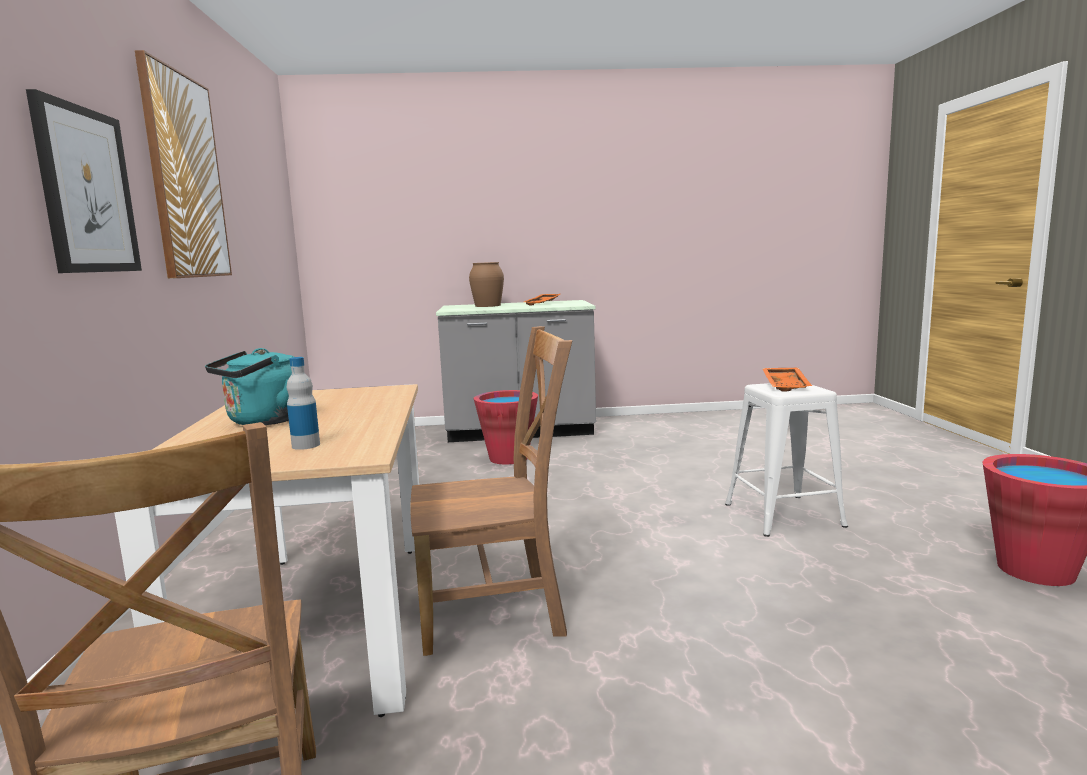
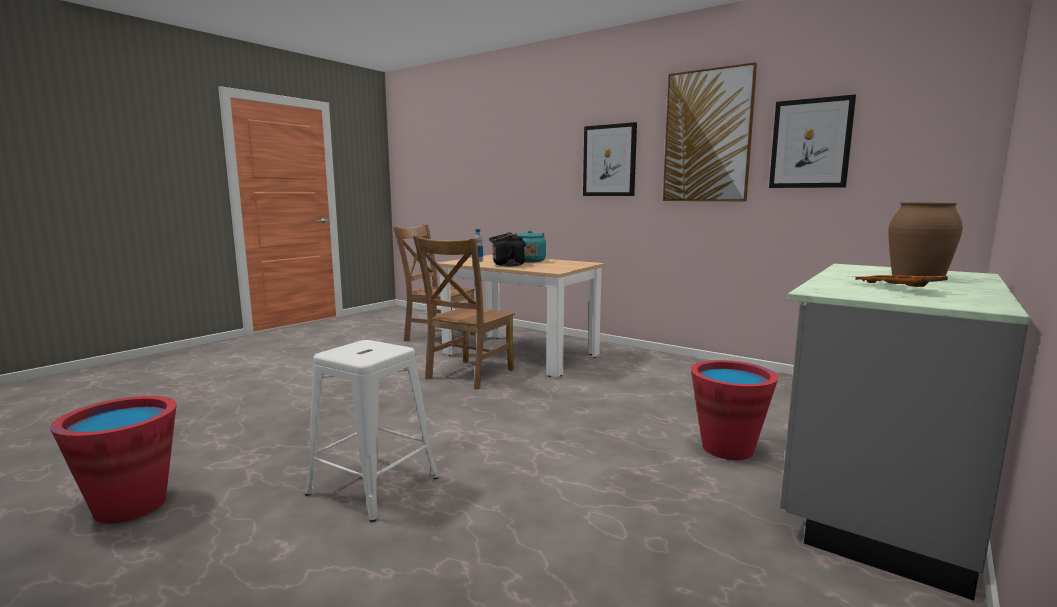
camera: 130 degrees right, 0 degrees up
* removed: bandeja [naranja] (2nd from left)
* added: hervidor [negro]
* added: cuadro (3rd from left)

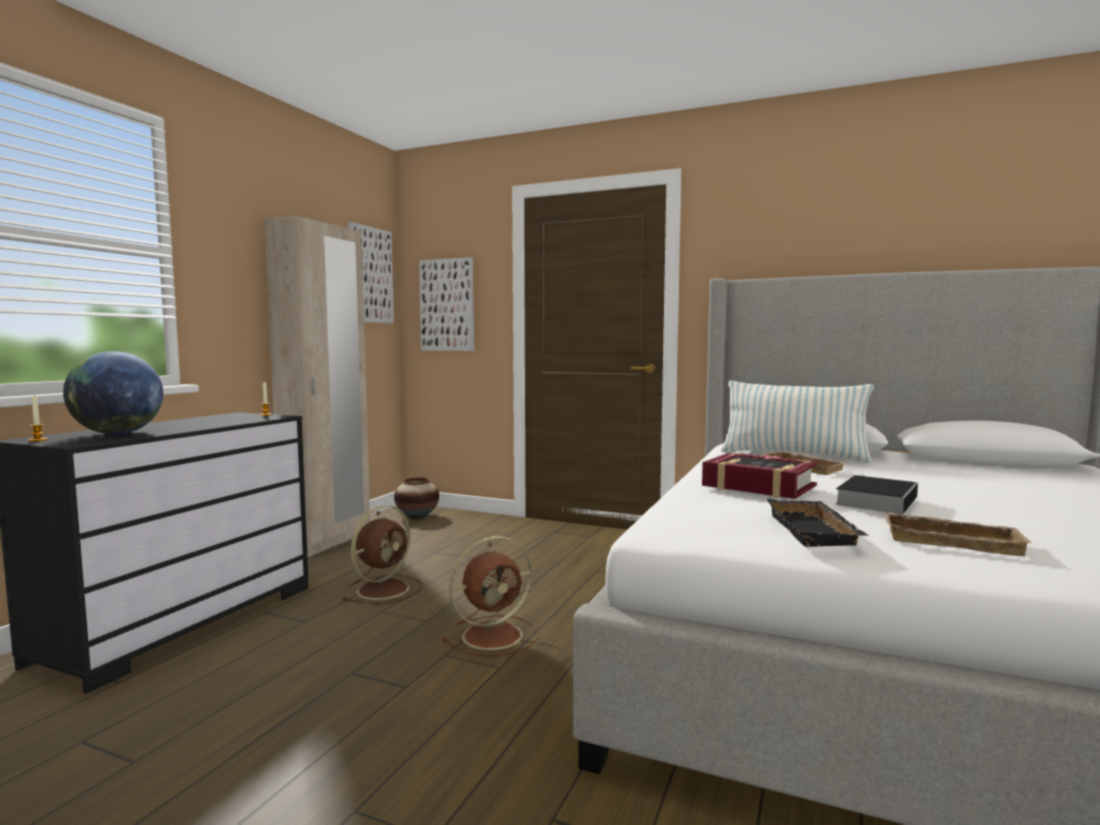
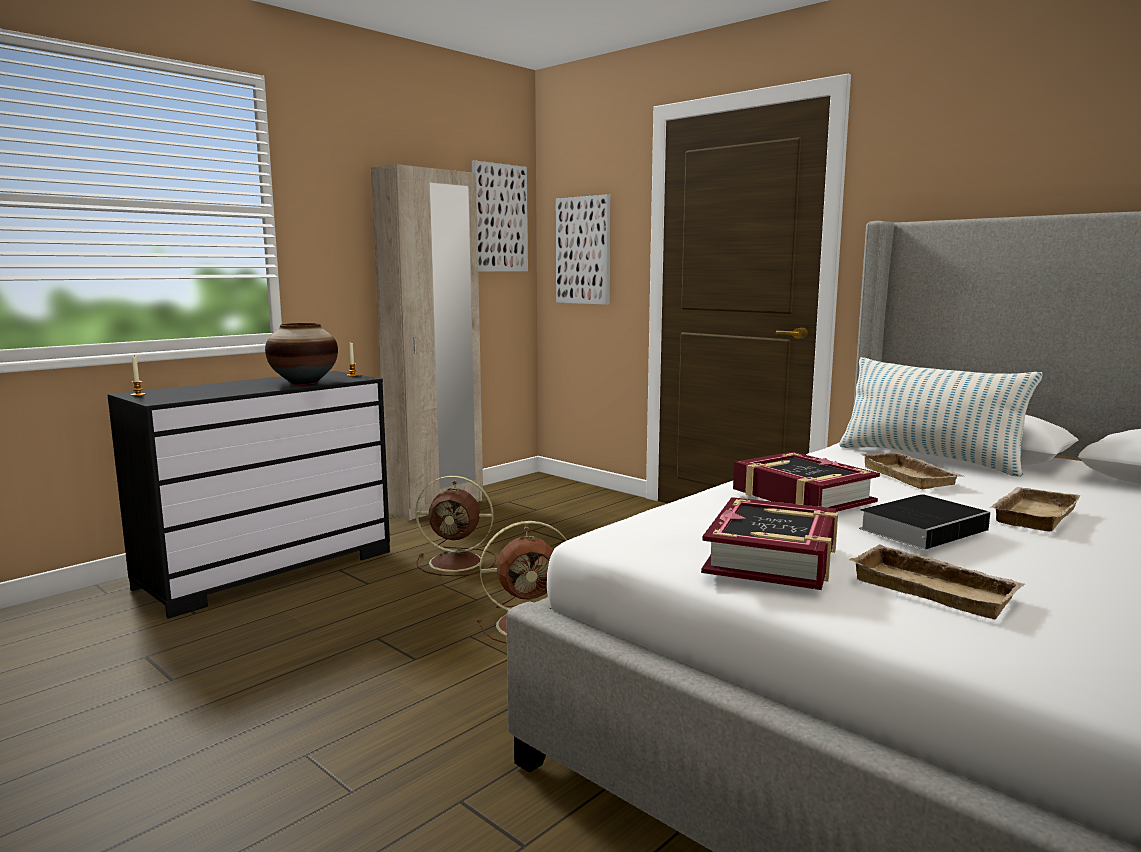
camera: 20 degrees right, 5 degrees up
* removed: globo terráqueo
* turned: ventilador [marrón] (1st from left) 45 degrees clockwise
* moved: florero
* replaced: bandeja [negro] to libro (1st from left)
* added: bandeja [beis] (3rd from left)

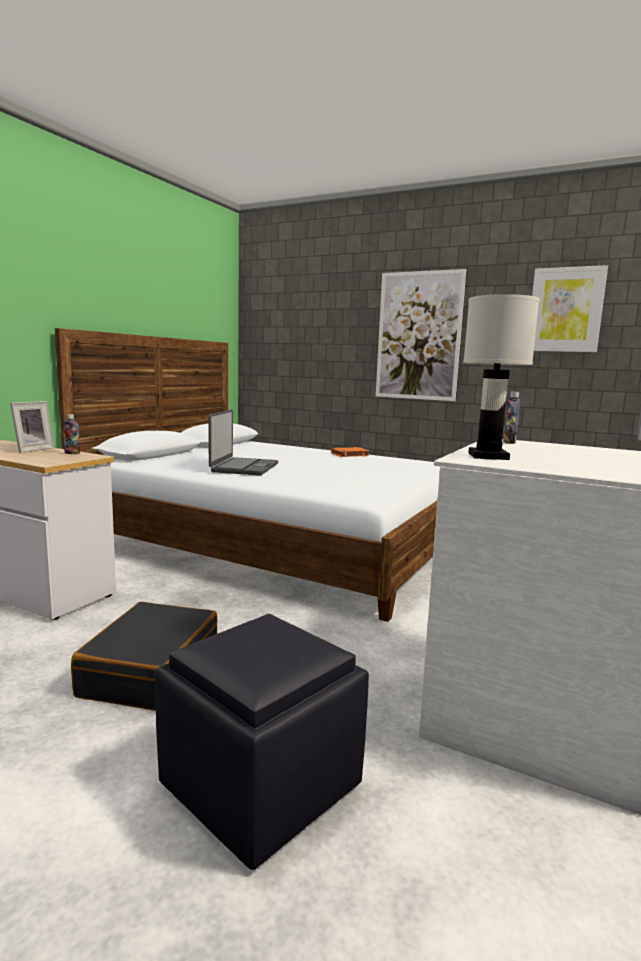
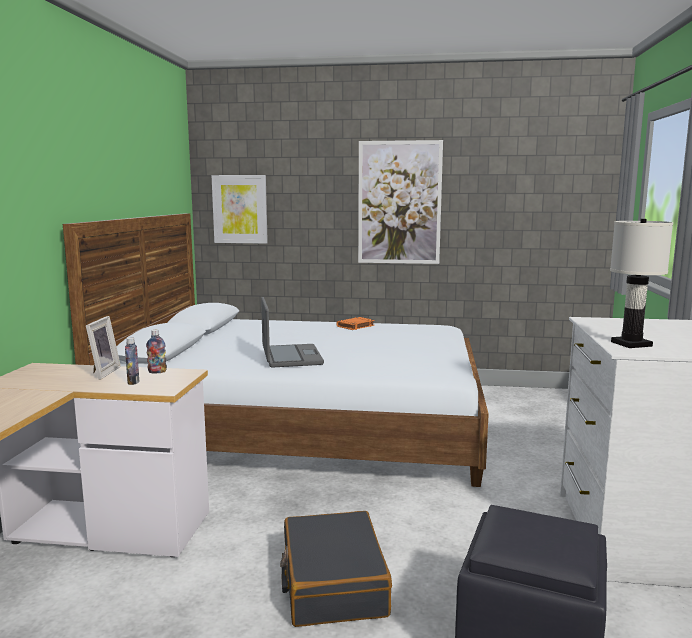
camera: 20 degrees left, 0 degrees up
* moved: botella (2nd from left in the first image) to botella (1st from left)
* moved: cuadro (2nd from left in the first image) to cuadro (1st from left)

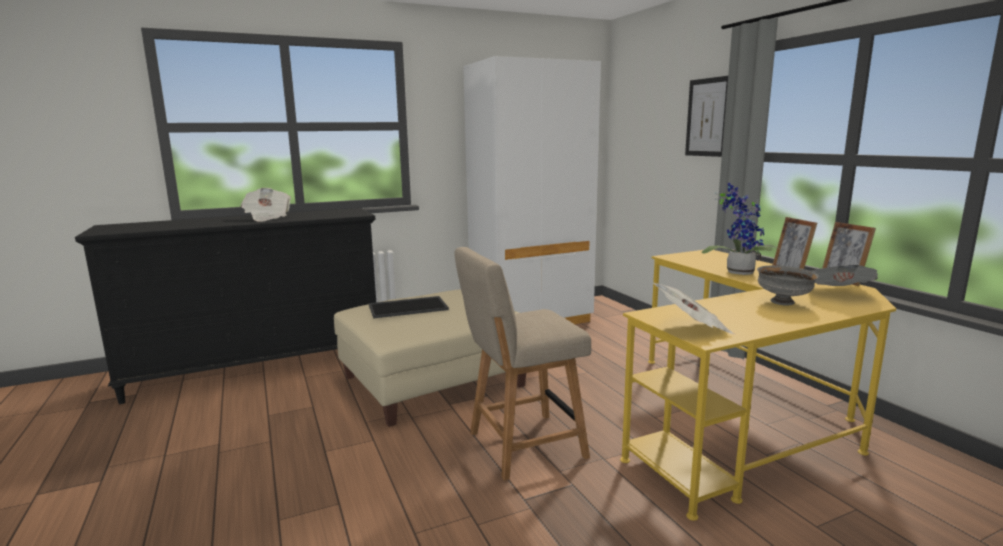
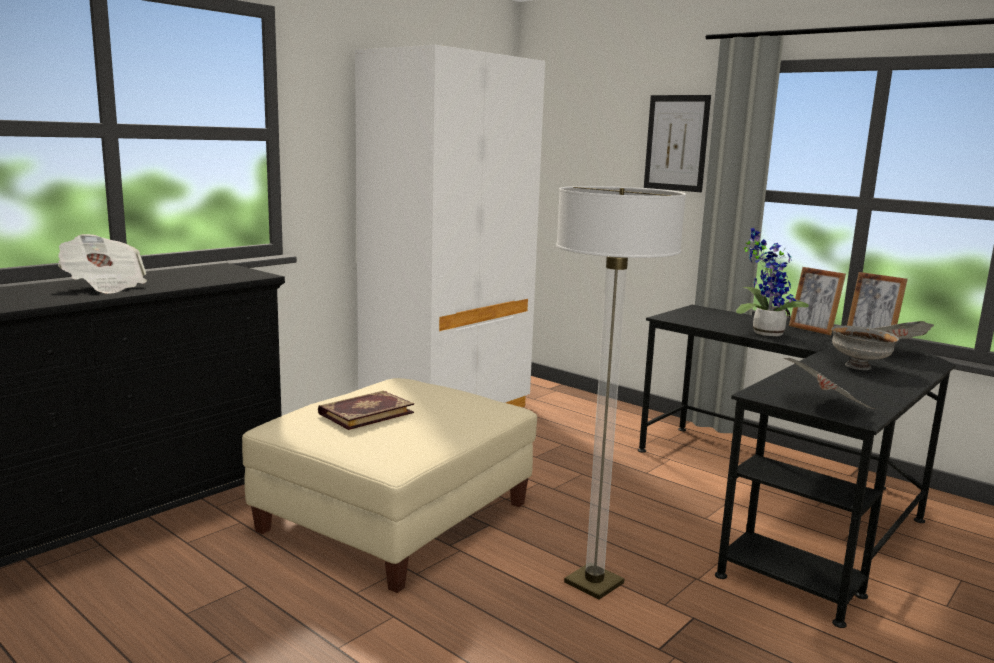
camera: 25 degrees left, 0 degrees up
* replaced: bandeja to libro
* replaced: silla [beis] to lámpara de pie
* recoloured: escritorio [amarillo] to escritorio [negro]

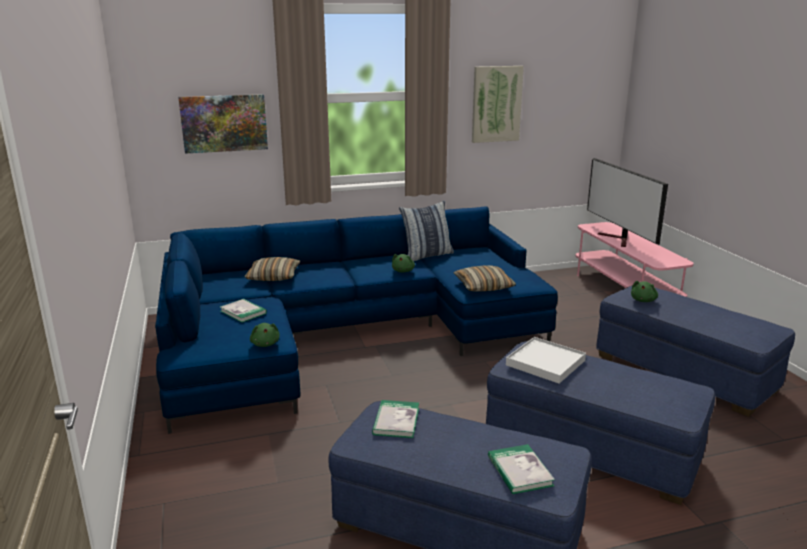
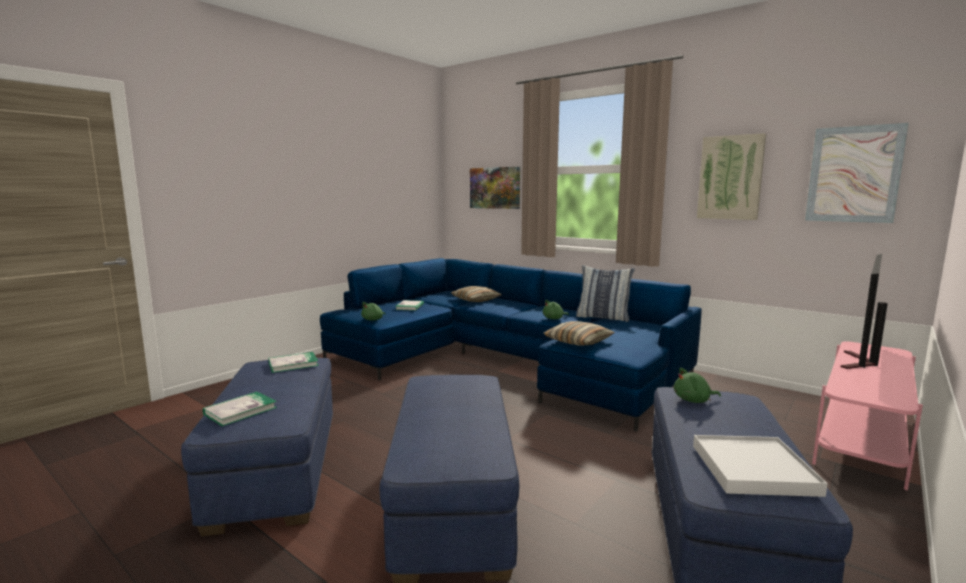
camera: 55 degrees right, 10 degrees down
* moved: bandeja [blanco]
* added: cuadro (3rd from left)

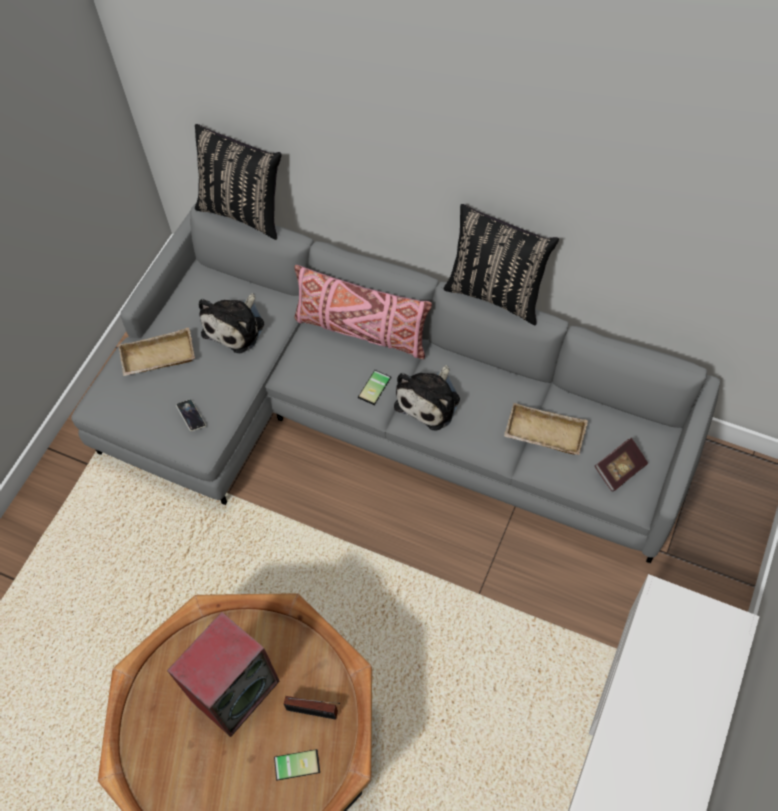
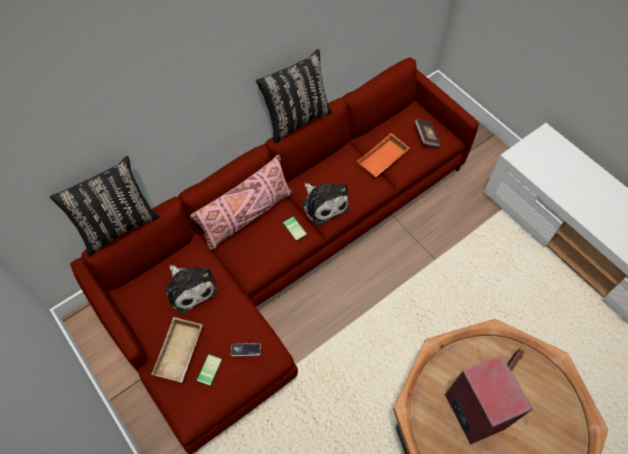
camera: 65 degrees left, 0 degrees up
* recoloured: sofá [gris] to sofá [rojo]
* moved: móvil (2nd from left in the first image) to móvil (1st from left)
* recoloured: bandeja [beis] (2nd from left) to bandeja [naranja]

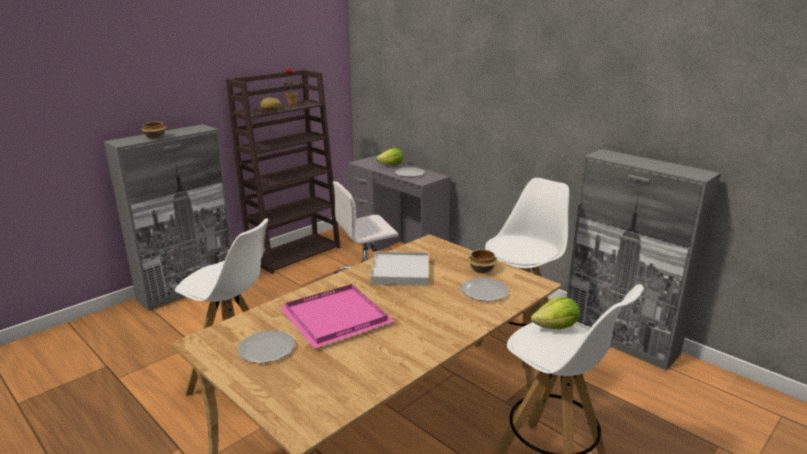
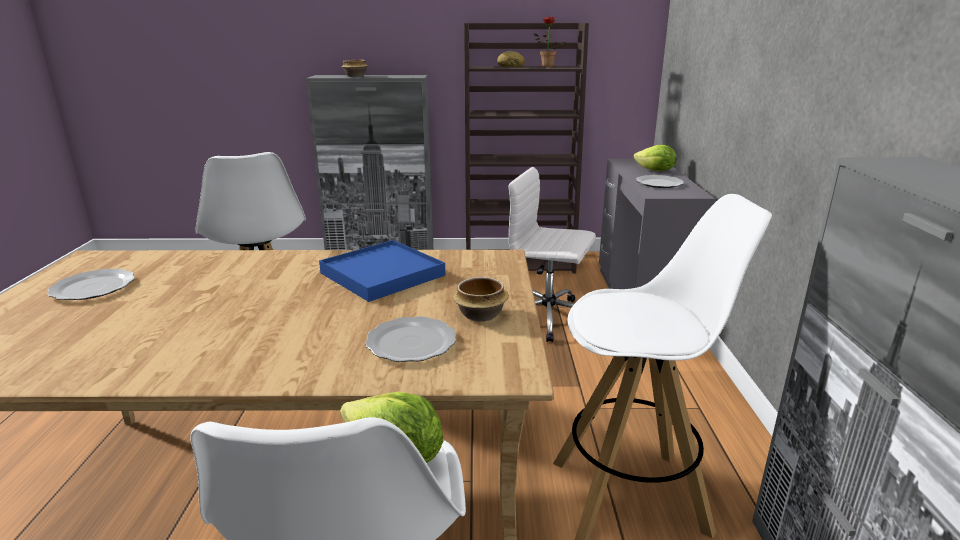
camera: 45 degrees right, 0 degrees up
* removed: bandeja [rosa]
* recoloured: bandeja [blanco] to bandeja [azul]

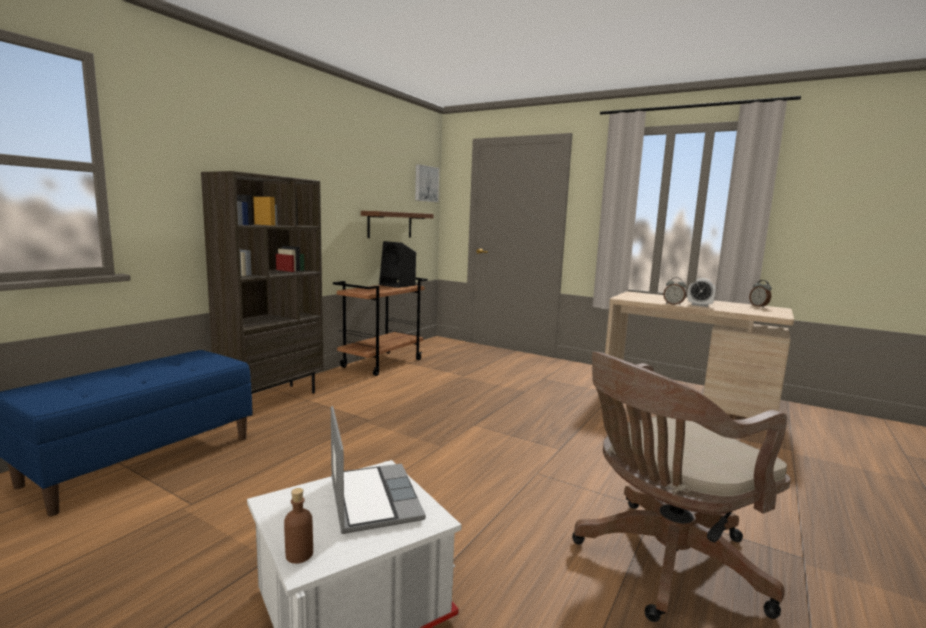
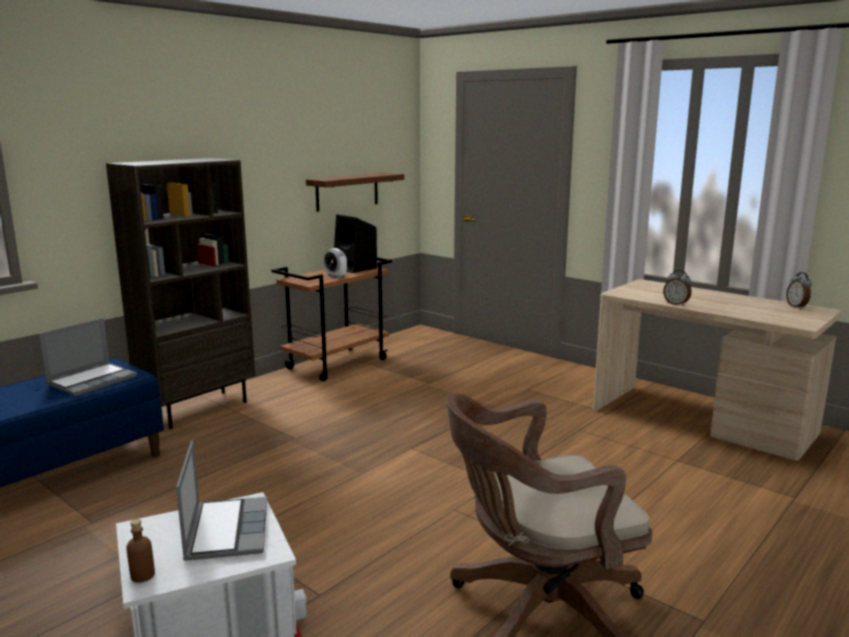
camera: 10 degrees right, 5 degrees up
* removed: cuadro
* moved: despertador (2nd from left in the first image) to despertador (1st from left)
* added: portátil (1st from left)

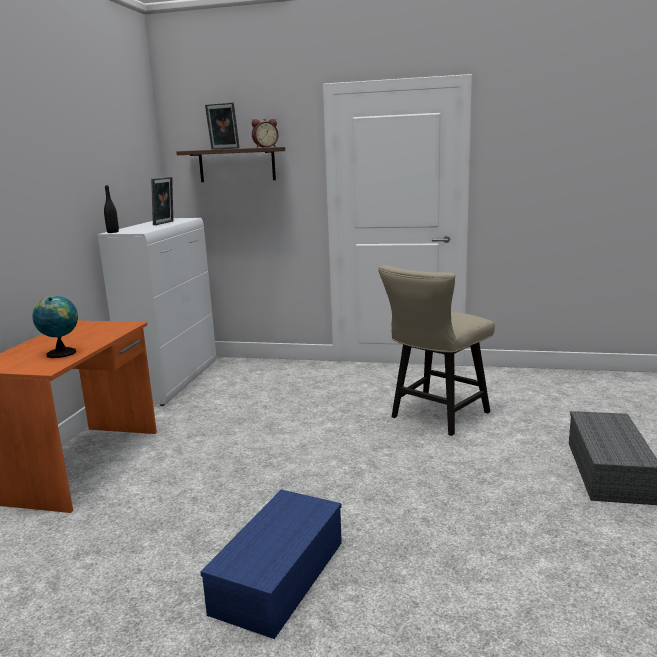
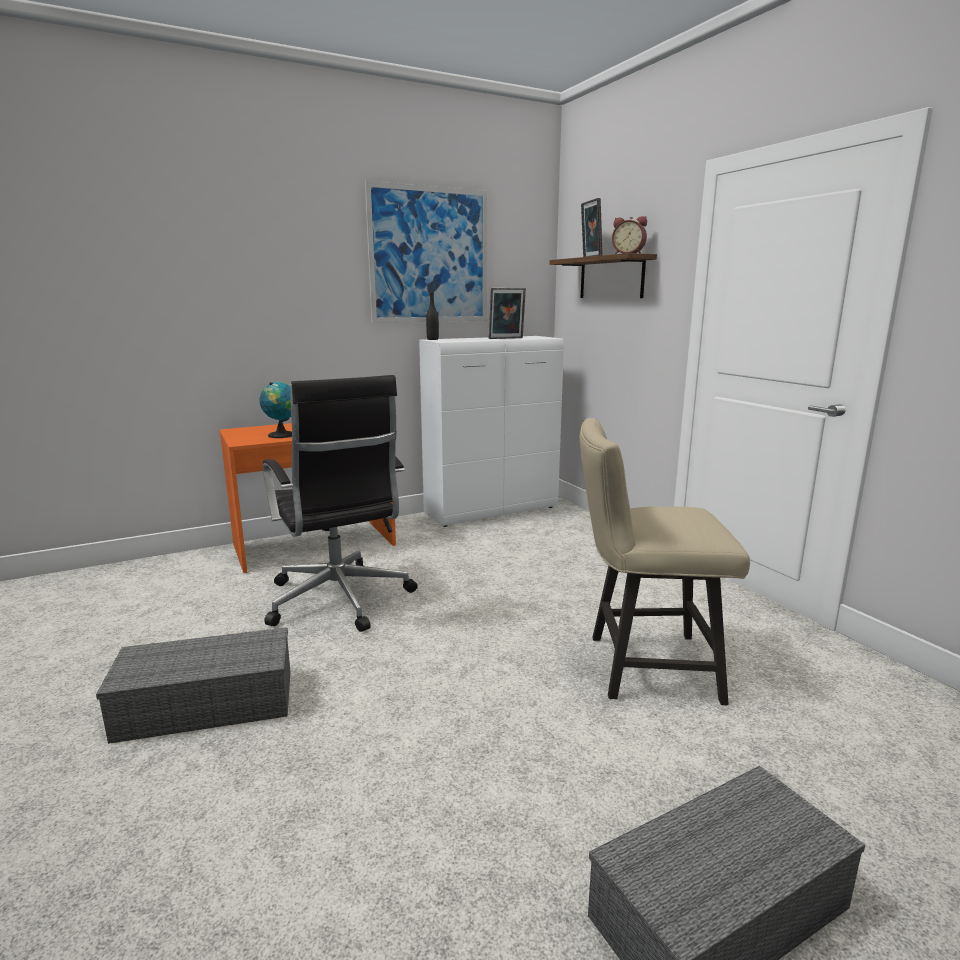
camera: 50 degrees right, 0 degrees up
* recoloured: caja de almacenaje [azul] to caja de almacenaje [gris] (1st from left)
* added: silla de oficina [negro]
* added: cuadro

